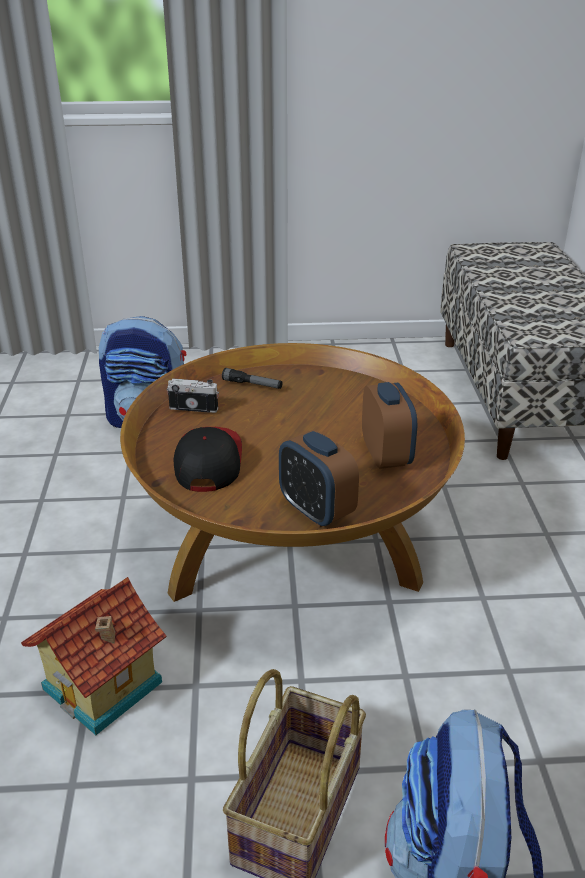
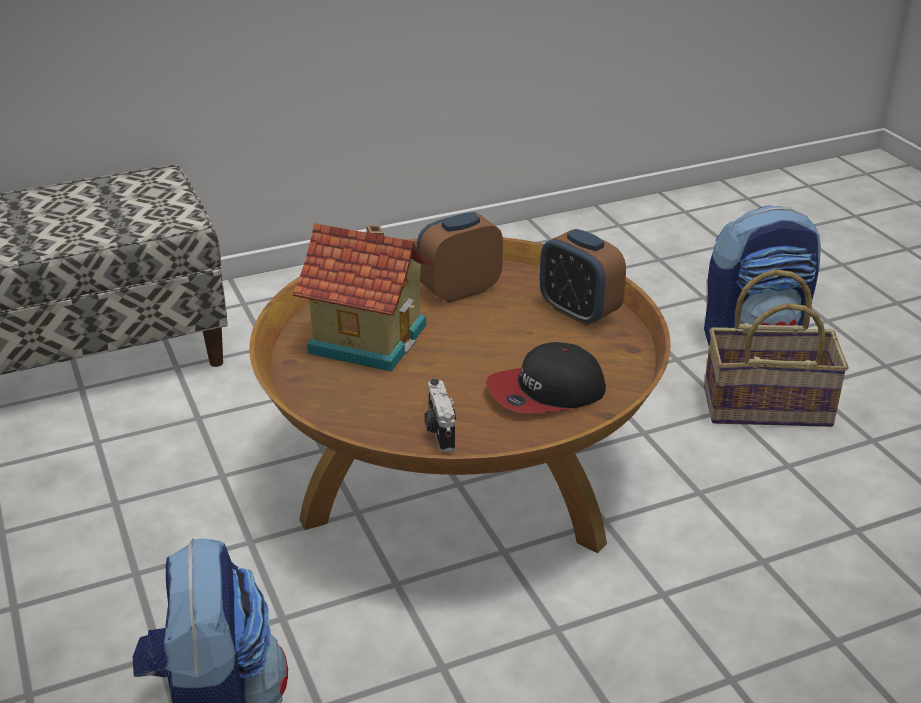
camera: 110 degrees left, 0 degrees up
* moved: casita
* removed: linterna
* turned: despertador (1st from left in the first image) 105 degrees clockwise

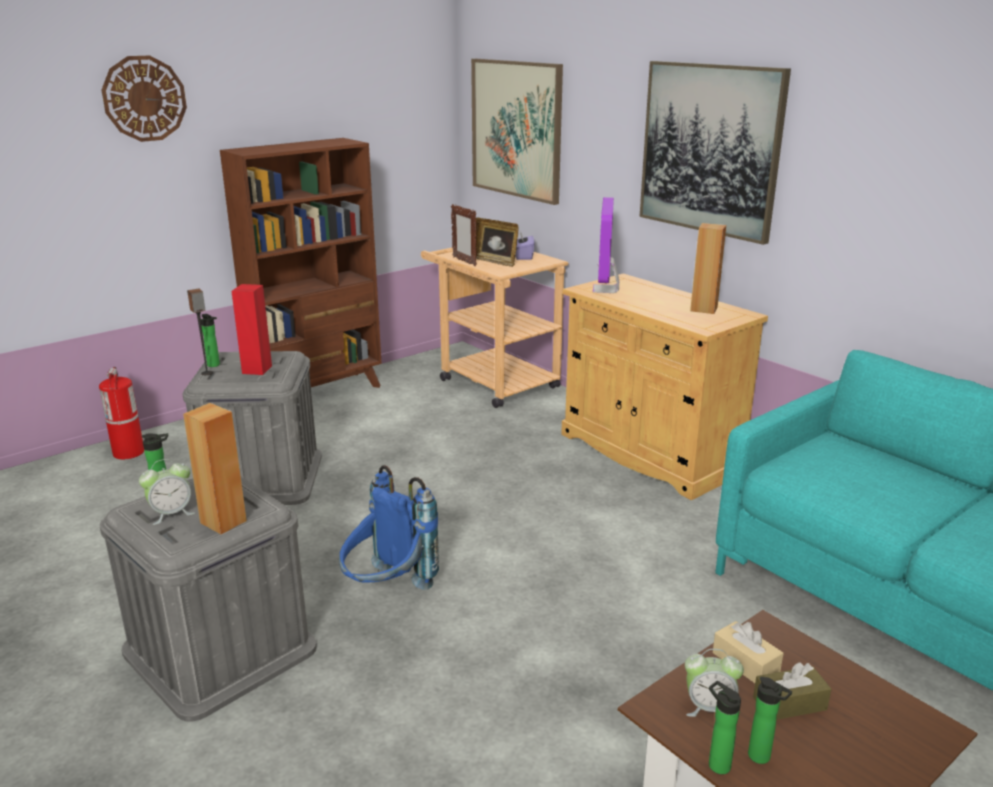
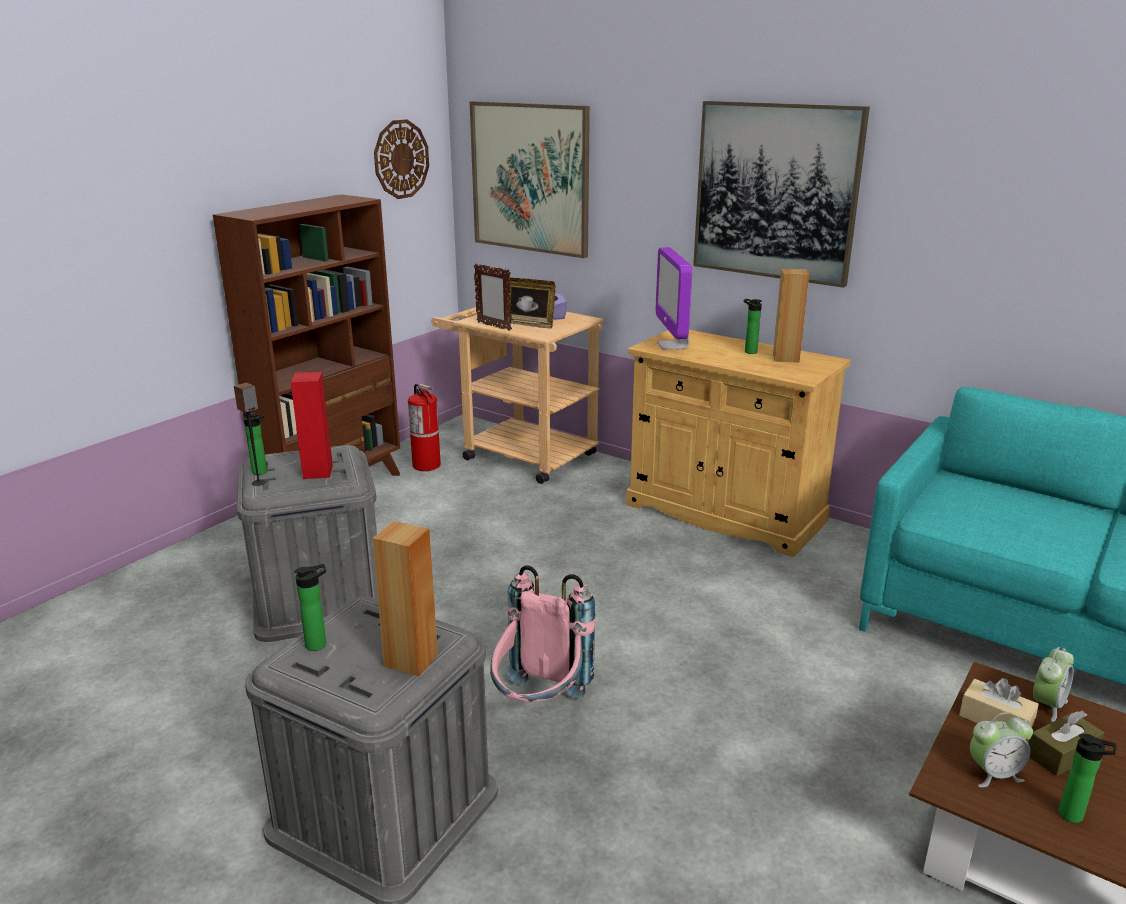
camera: 15 degrees left, 0 degrees up
* moved: extintor
* moved: reloj de pared
* moved: despertador (1st from left in the first image) to despertador (2nd from left)
* recoloured: mochila [azul] to mochila [rosa]
* moved: botella (3rd from left)

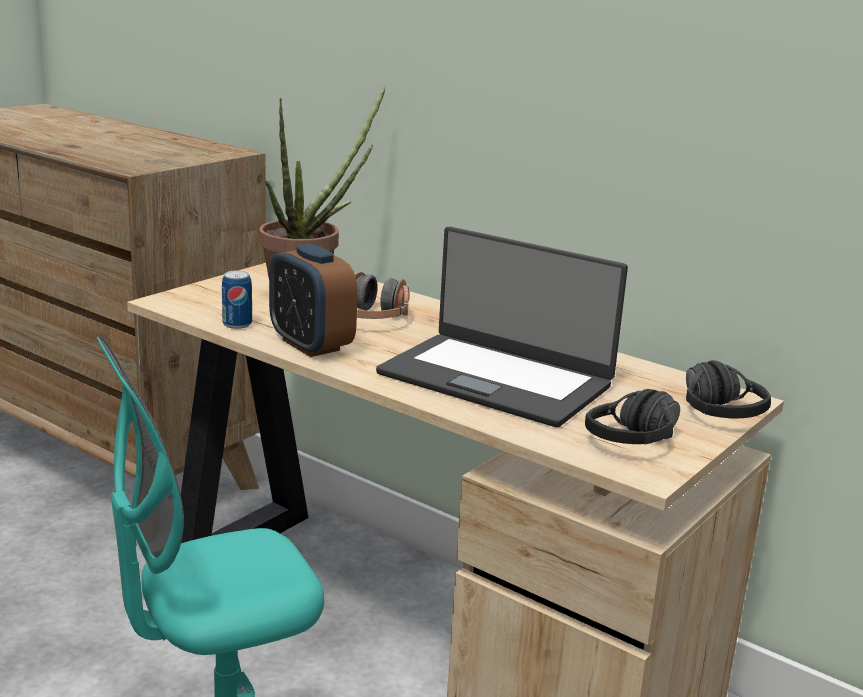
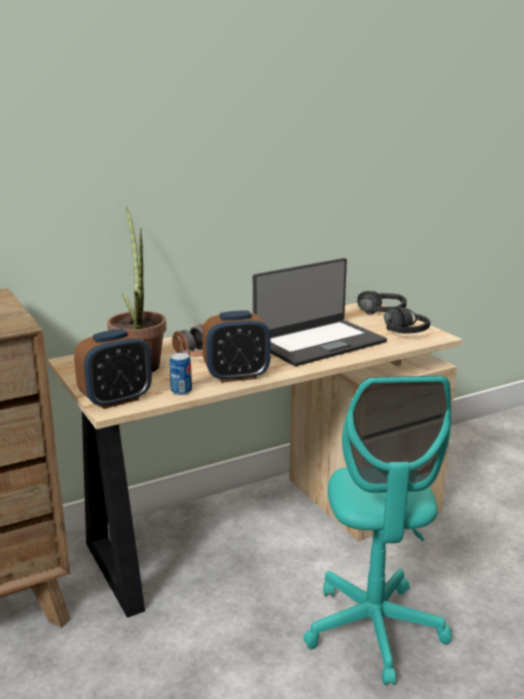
camera: 65 degrees left, 0 degrees up
* added: despertador (1st from left)

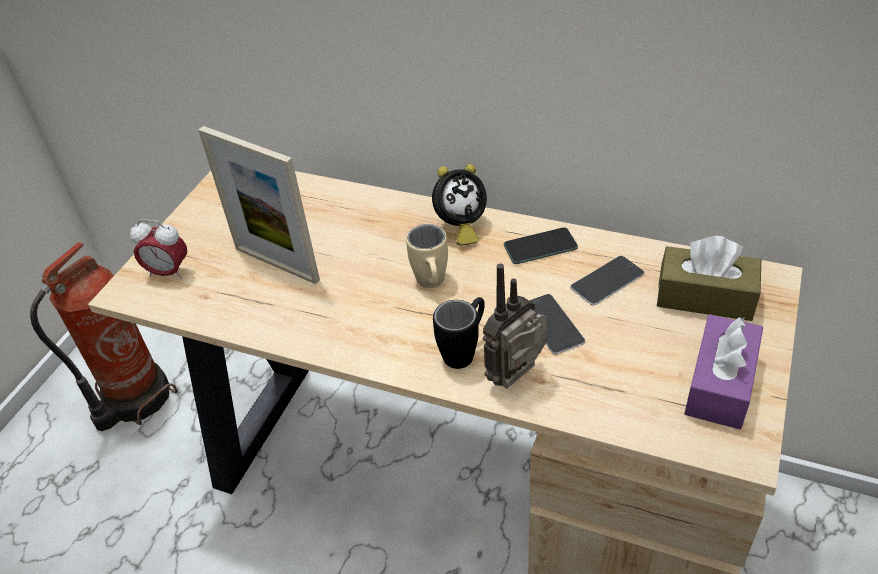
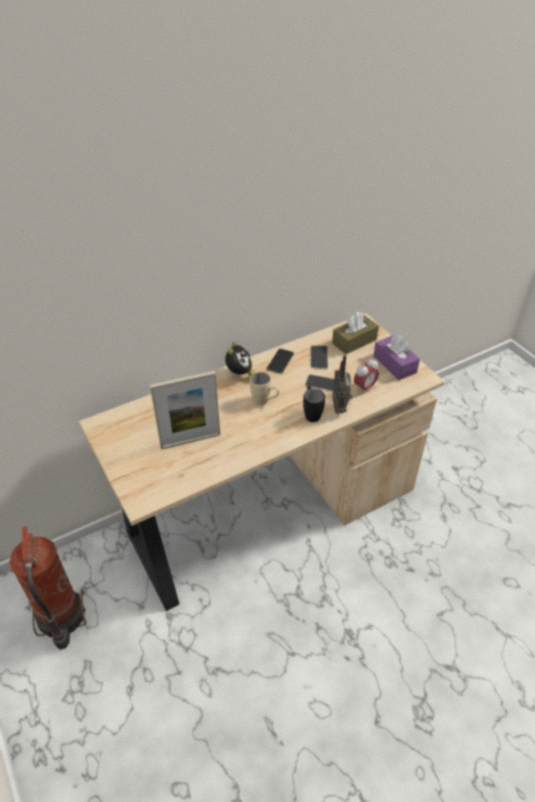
camera: 55 degrees left, 0 degrees up
* moved: despertador (1st from left in the first image) to despertador (2nd from left)

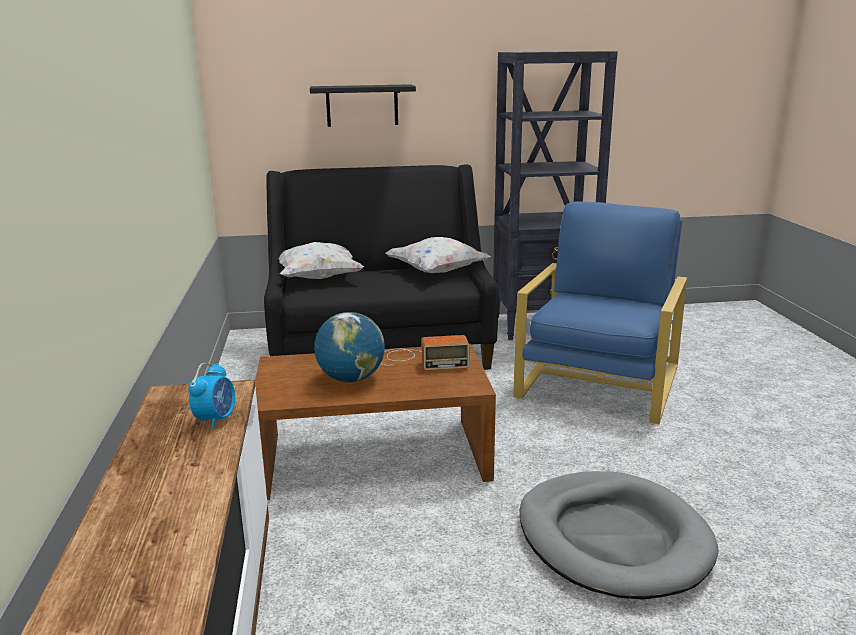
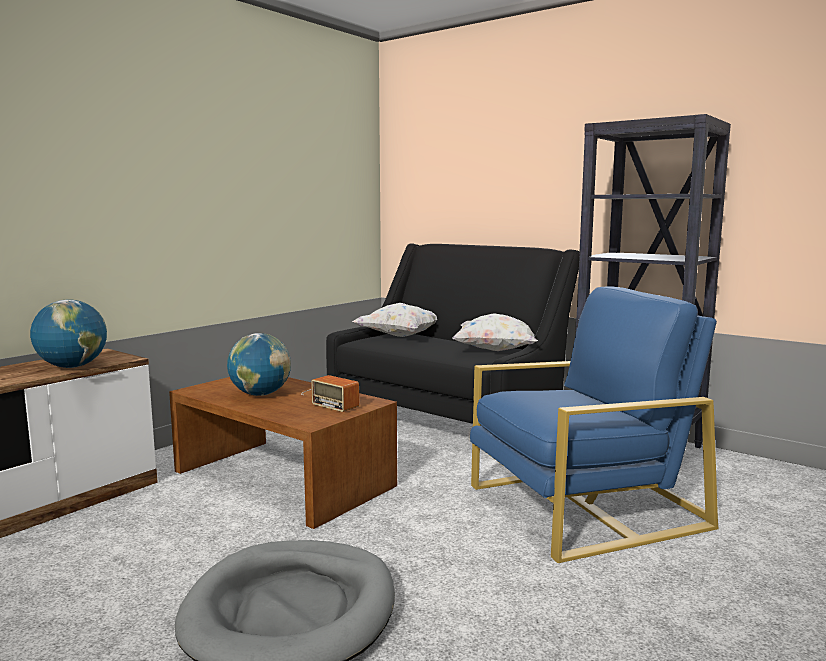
camera: 45 degrees right, 10 degrees down
* replaced: despertador to globo terráqueo (1st from left)
* removed: estante [negro]

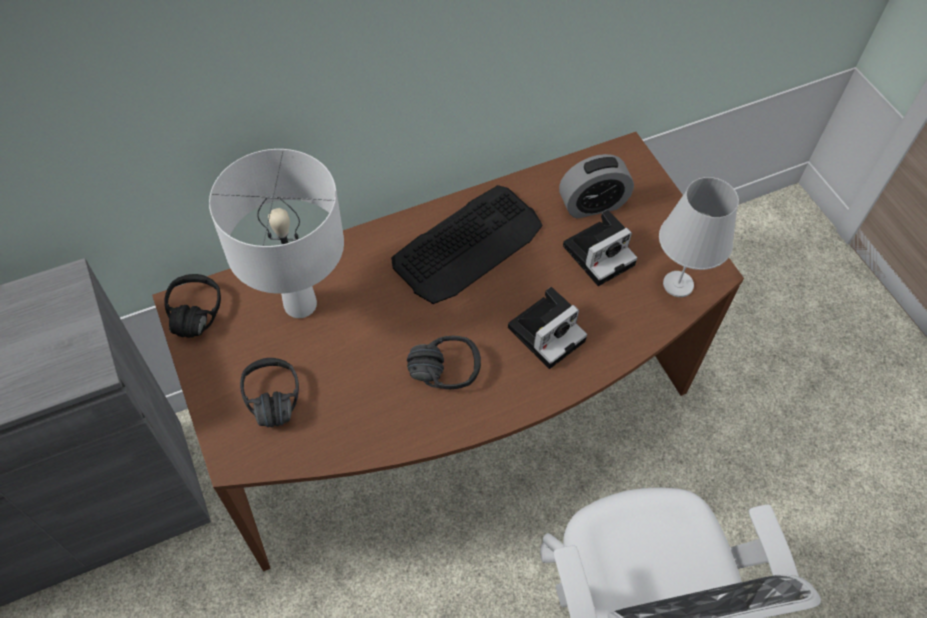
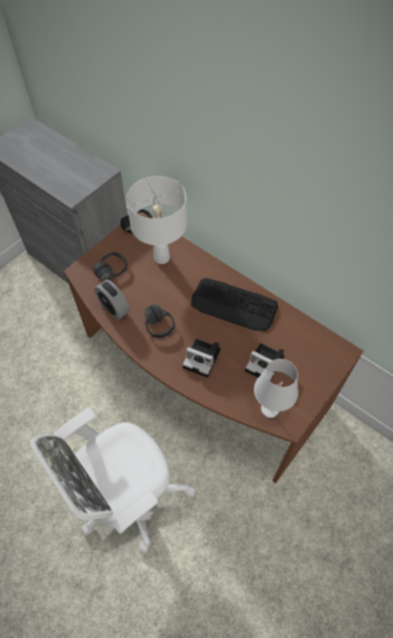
camera: 65 degrees right, 0 degrees up
* moved: despertador

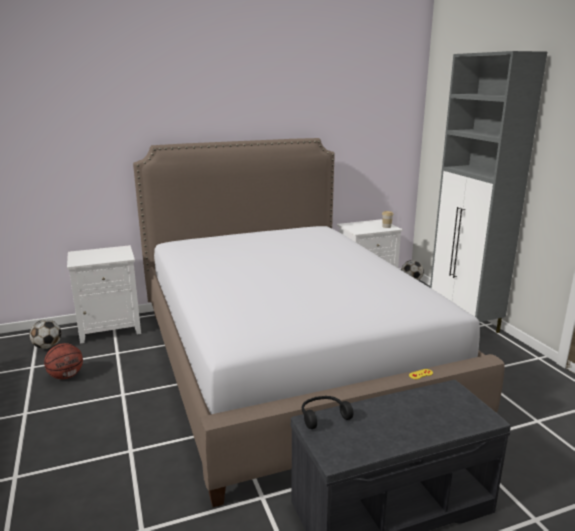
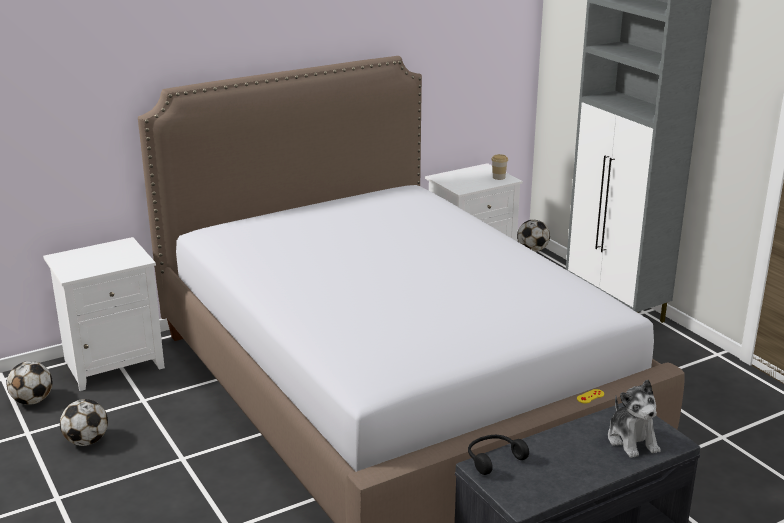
camera: 10 degrees left, 5 degrees up
* replaced: balón de baloncesto to balón de fútbol (2nd from left)
* added: peluche

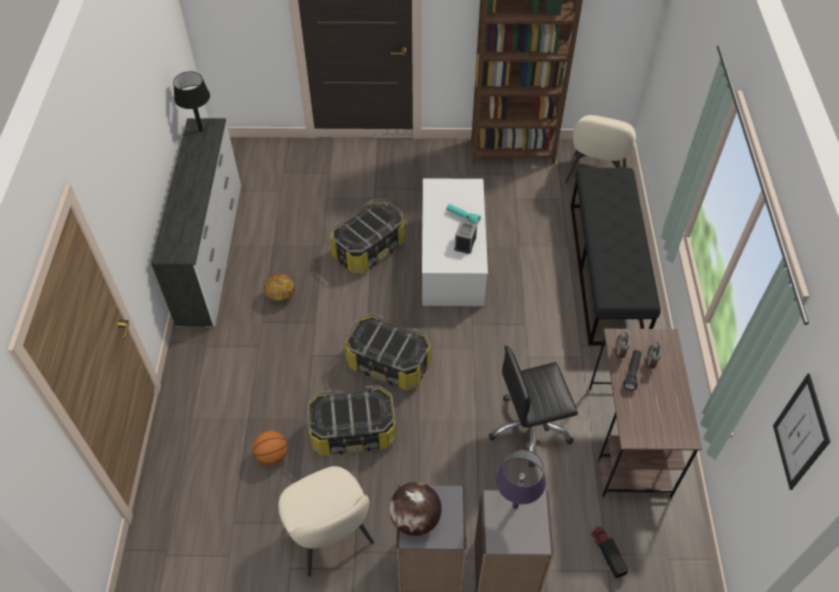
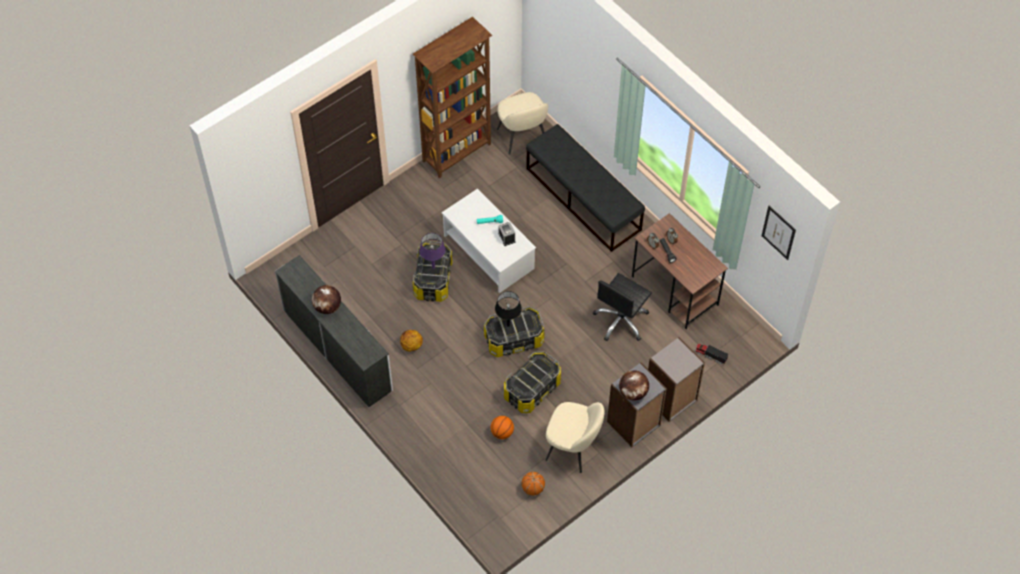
camera: 40 degrees left, 5 degrees up
* moved: lámpara de mesa [negro]
* moved: lámpara de mesa [morado]
* added: globo terráqueo (1st from left)
* added: balón de baloncesto (3rd from left)

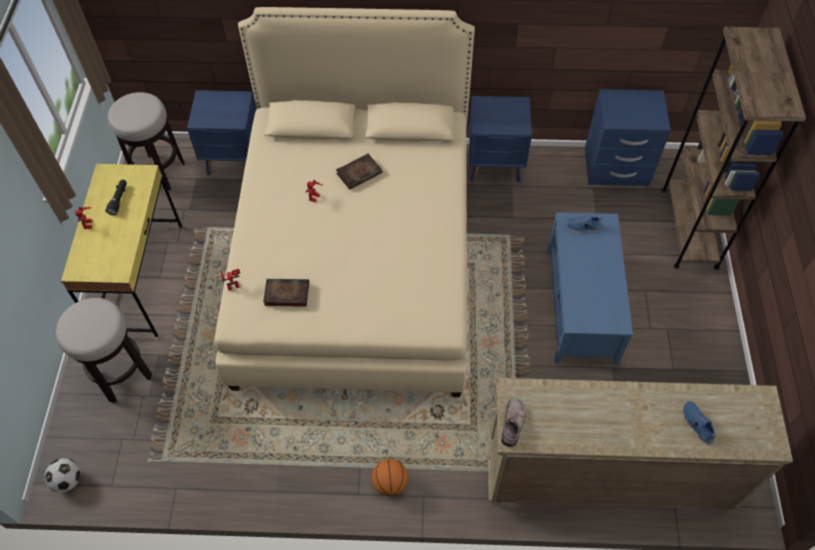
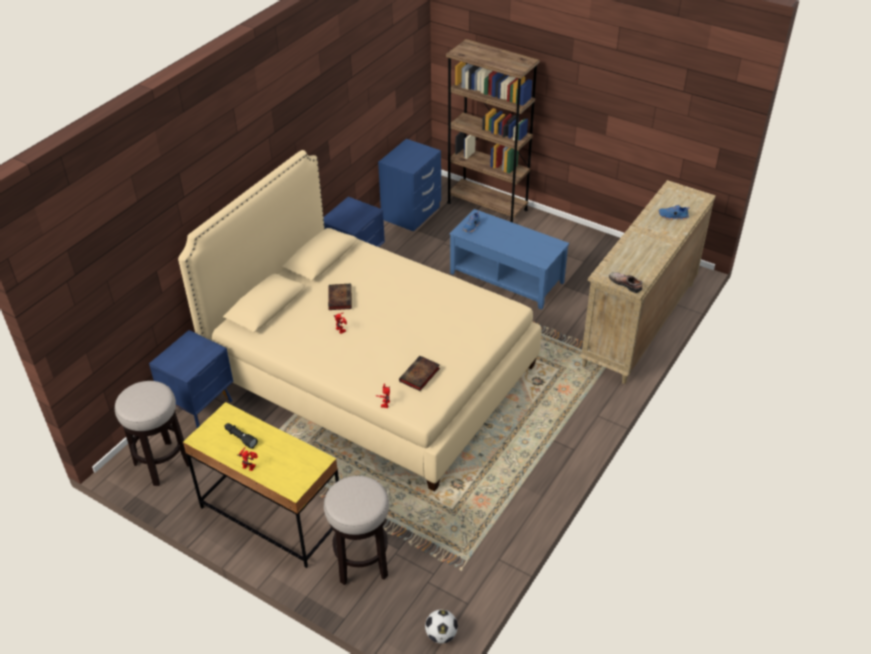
camera: 60 degrees left, 15 degrees down
* removed: balón de baloncesto

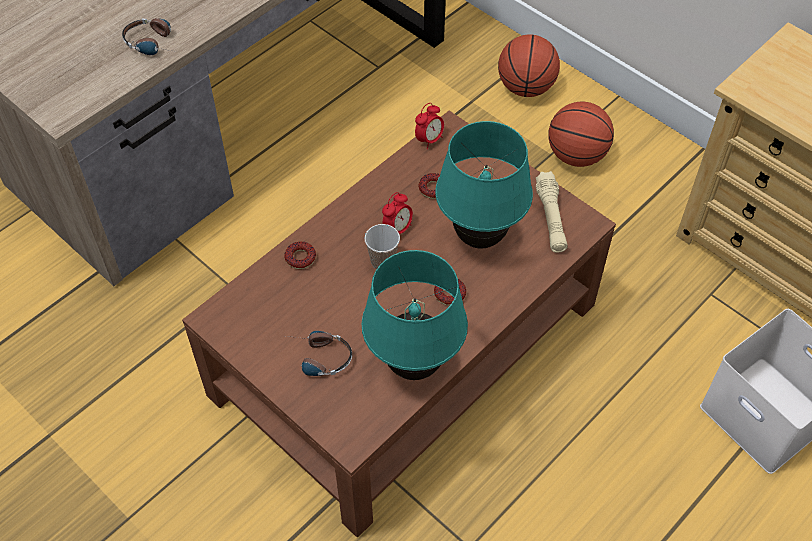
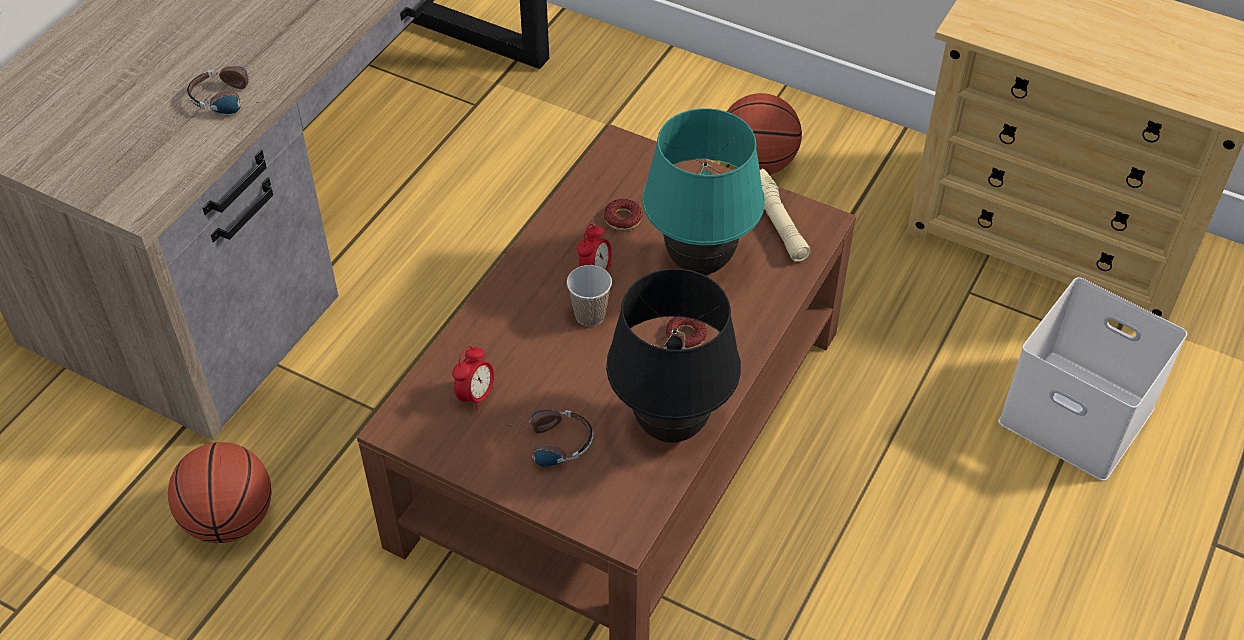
camera: 15 degrees left, 5 degrees down
* removed: rosquilla (1st from left)
* recoloured: lámpara de mesa [turquesa] (1st from left) to lámpara de mesa [negro]
* moved: despertador (2nd from left in the first image) to despertador (1st from left)
* moved: balón de baloncesto (1st from left)

